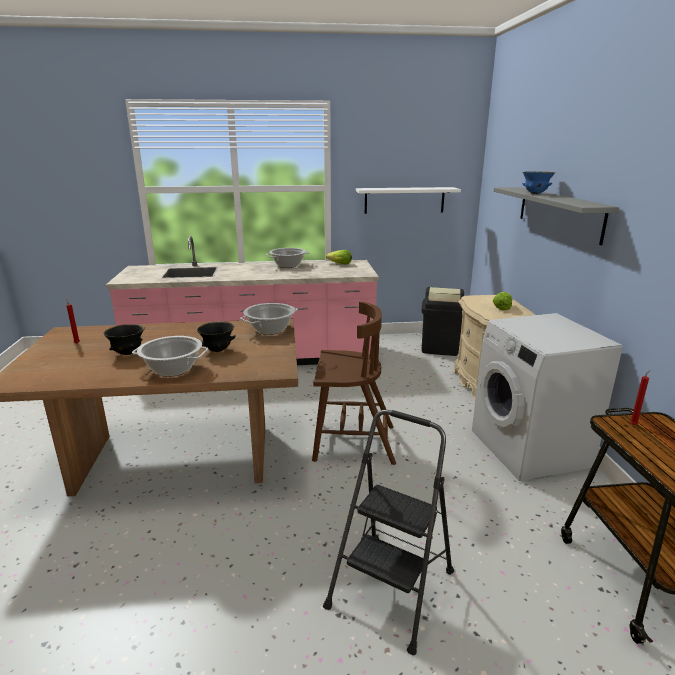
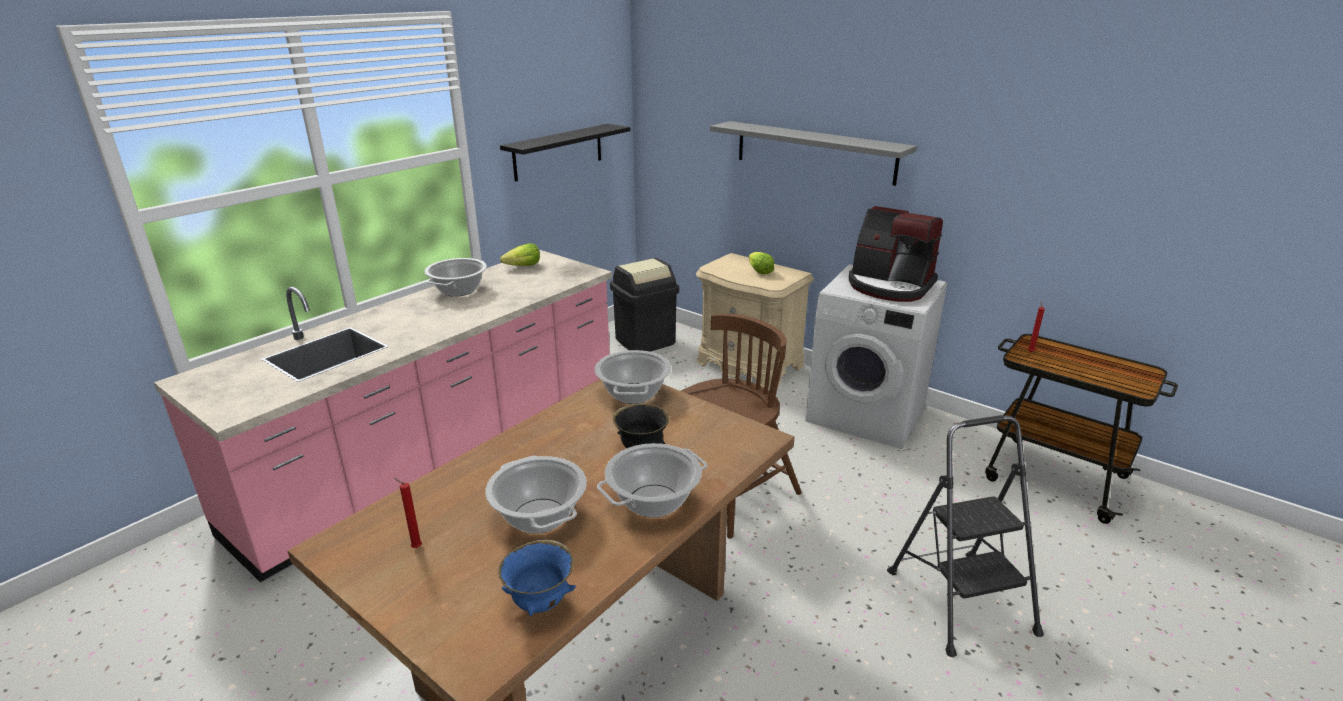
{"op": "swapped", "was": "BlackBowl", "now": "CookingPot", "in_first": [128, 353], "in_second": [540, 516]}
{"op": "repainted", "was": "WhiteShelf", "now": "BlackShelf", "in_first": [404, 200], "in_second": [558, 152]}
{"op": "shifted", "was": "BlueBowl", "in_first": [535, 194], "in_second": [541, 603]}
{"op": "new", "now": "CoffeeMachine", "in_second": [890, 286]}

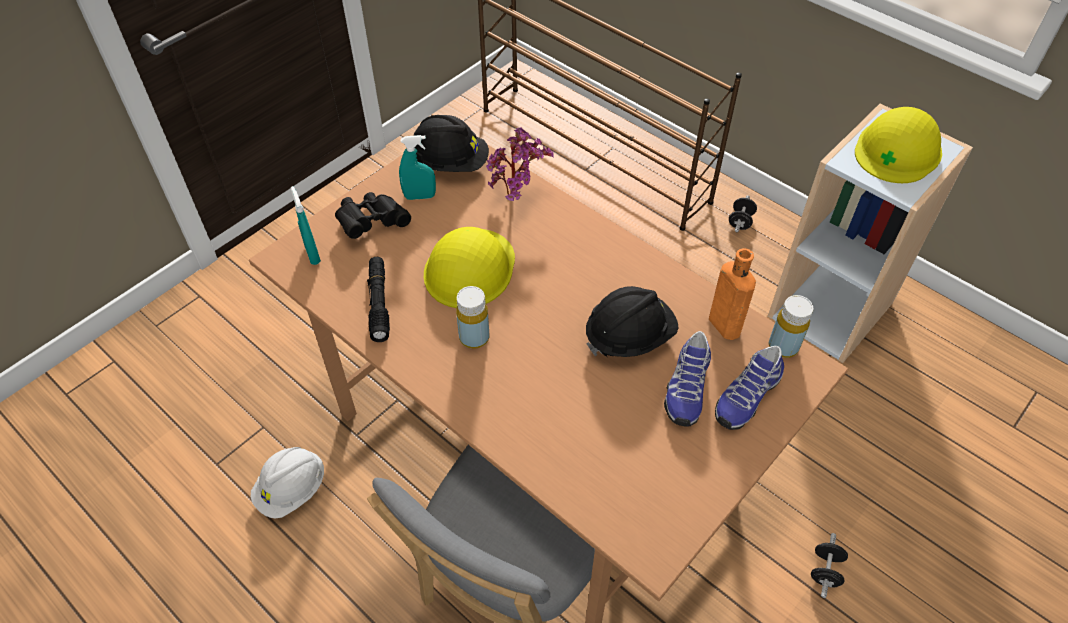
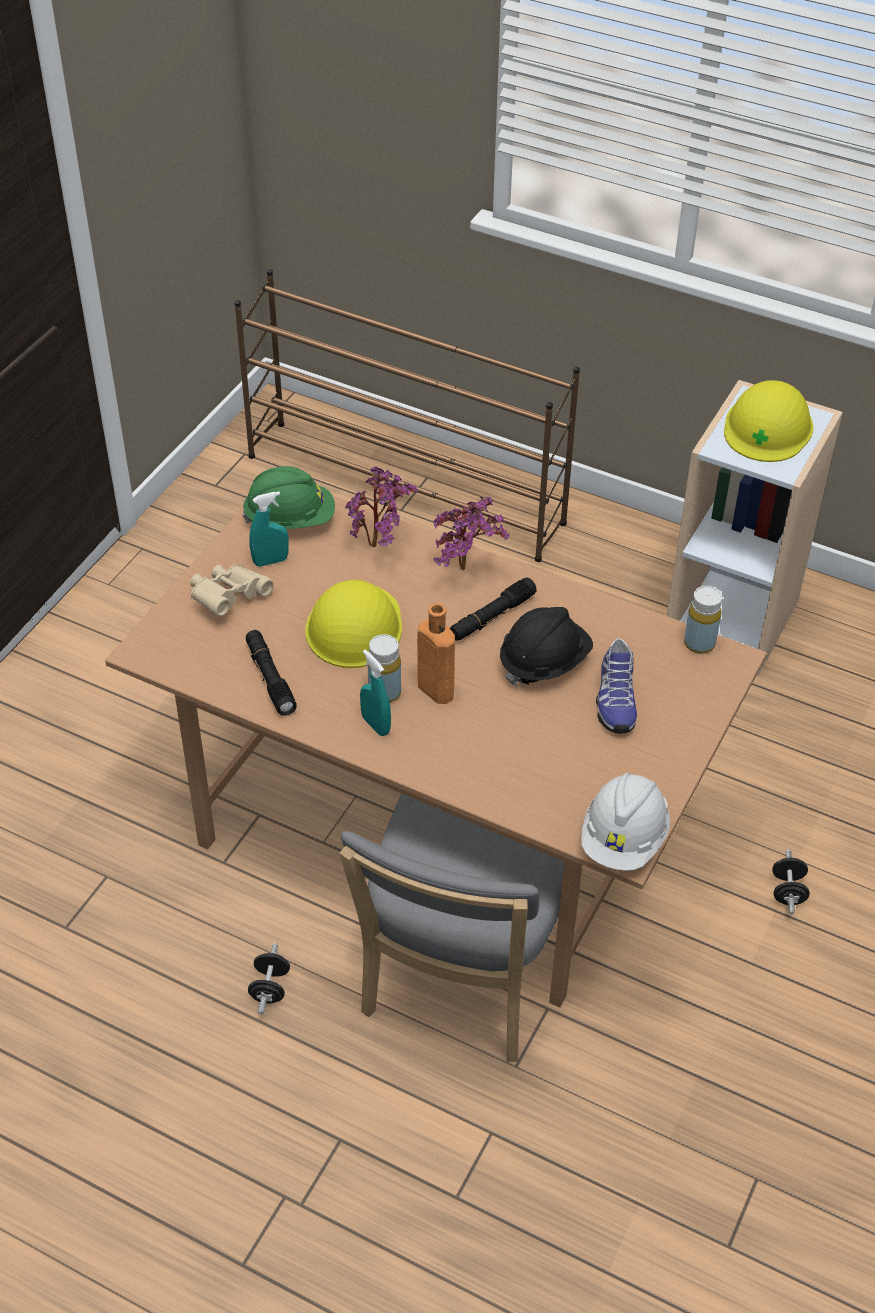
{"op": "shifted", "was": "WhiteHardHat", "in_first": [292, 490], "in_second": [624, 839]}
{"op": "shifted", "was": "TurquoiseSprayBottle", "in_first": [312, 254], "in_second": [375, 725]}
{"op": "repainted", "was": "BlackBinoculars", "now": "BeigeBinoculars", "in_first": [372, 223], "in_second": [228, 598]}
{"op": "repainted", "was": "BlackHardHat", "now": "GreenHardHat", "in_first": [450, 163], "in_second": [290, 520]}
{"op": "shifted", "was": "OrangeBottle", "in_first": [722, 323], "in_second": [433, 688]}
{"op": "gone", "was": "Shoe", "in_first": [746, 397]}
{"op": "shifted", "was": "BlackDumbbell", "in_first": [740, 222], "in_second": [270, 988]}
{"op": "new", "now": "PottedPlant", "in_second": [467, 571]}
{"op": "new", "now": "BlackFlashlight", "in_second": [492, 617]}

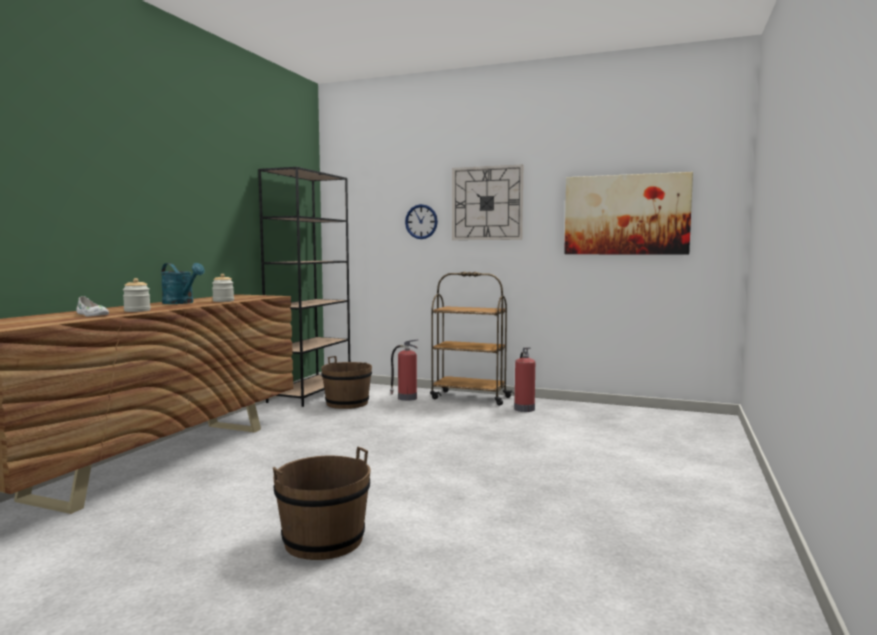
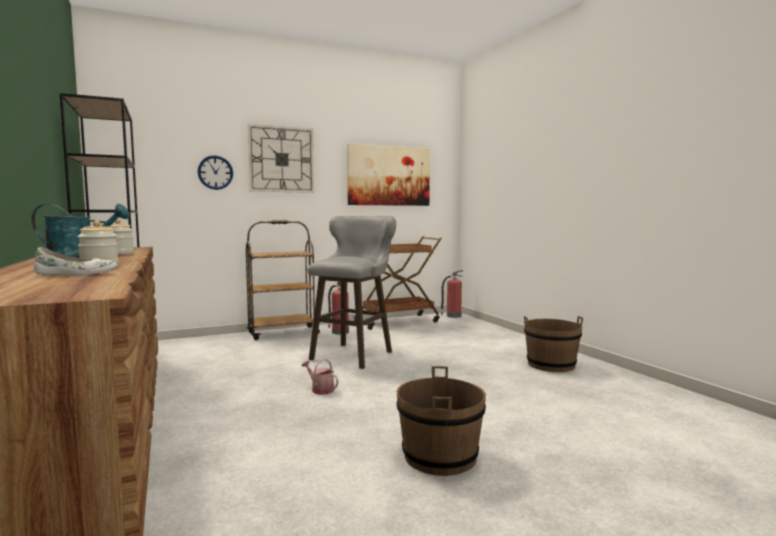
{"op": "shifted", "was": "BrownBucket", "in_first": [347, 403], "in_second": [551, 365]}
{"op": "shifted", "was": "FireExtinguisher", "in_first": [406, 398], "in_second": [453, 316]}
{"op": "new", "now": "WateringCan", "in_second": [320, 389]}
{"op": "new", "now": "GreyStool", "in_second": [353, 354]}
{"op": "new", "now": "BrownCart", "in_second": [397, 322]}

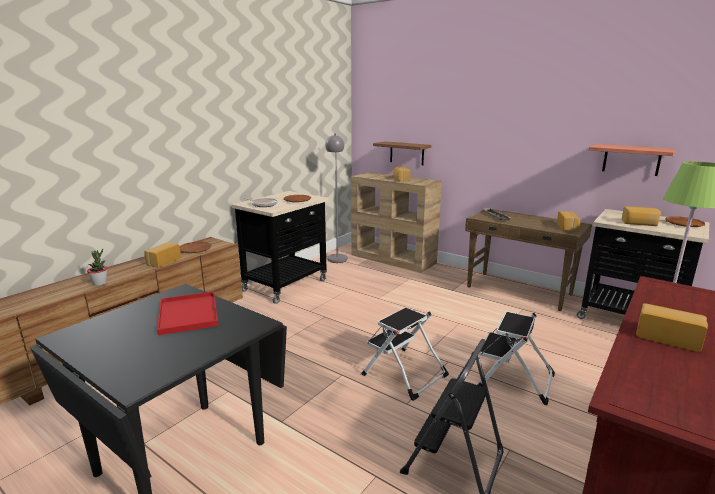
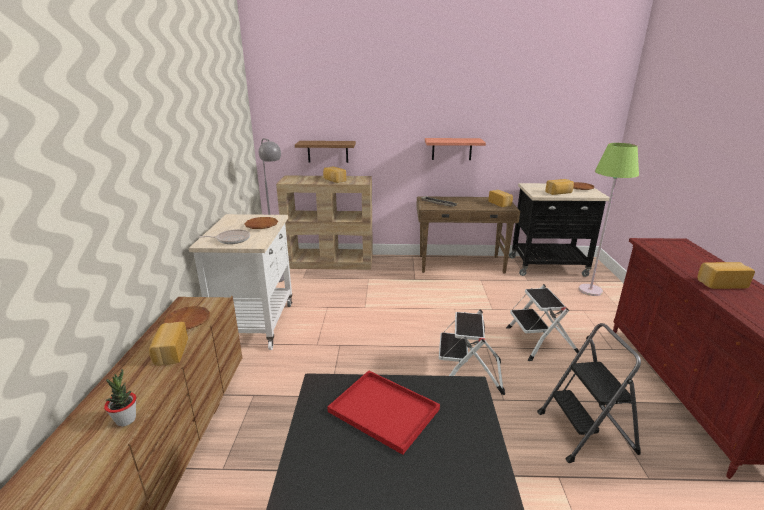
{"op": "repainted", "was": "BlackCart", "now": "WhiteCart", "in_first": [285, 285], "in_second": [255, 324]}
{"op": "shifted", "was": "Shelf", "in_first": [631, 159], "in_second": [452, 149]}

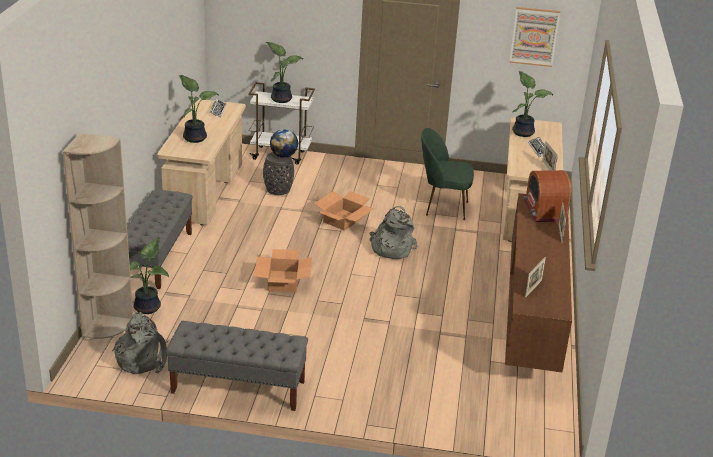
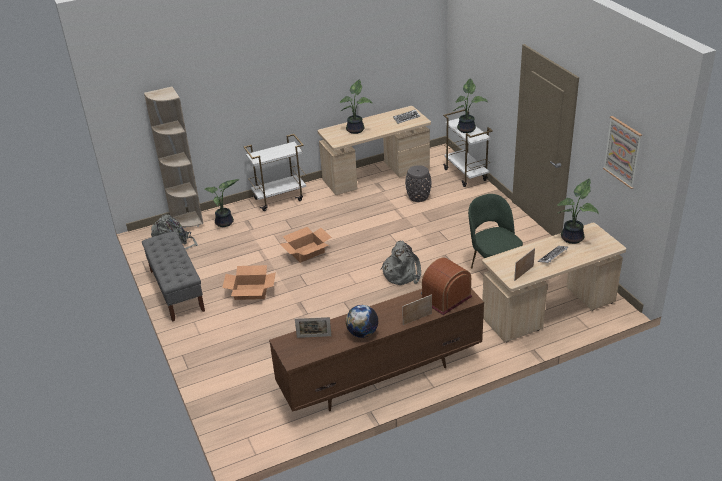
{"op": "swapped", "was": "GreyBench", "now": "WhiteCart", "in_first": [157, 257], "in_second": [280, 199]}
{"op": "shifted", "was": "Globe", "in_first": [283, 156], "in_second": [362, 333]}
{"op": "shifted", "was": "CardboardBox", "in_first": [343, 220], "in_second": [251, 292]}

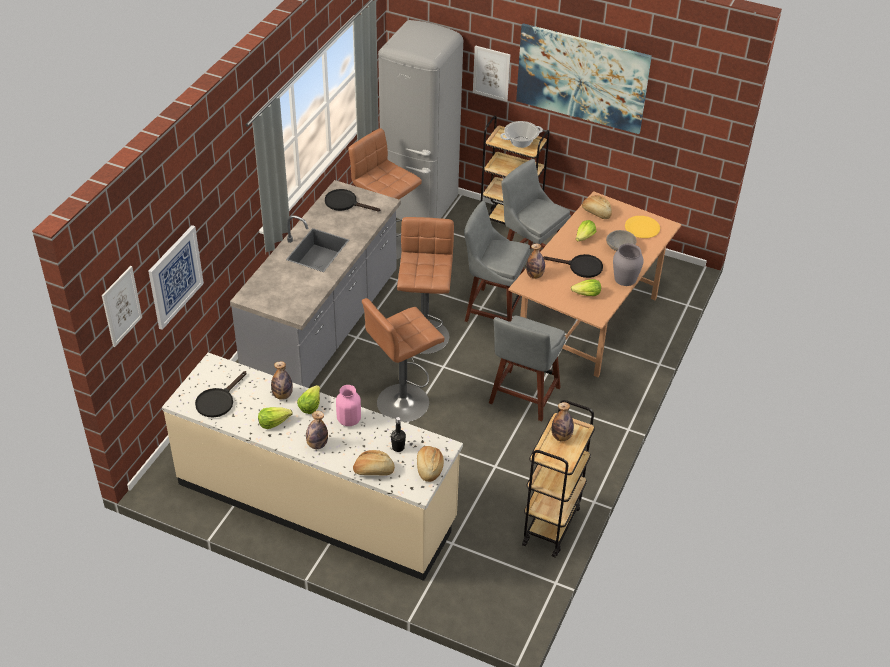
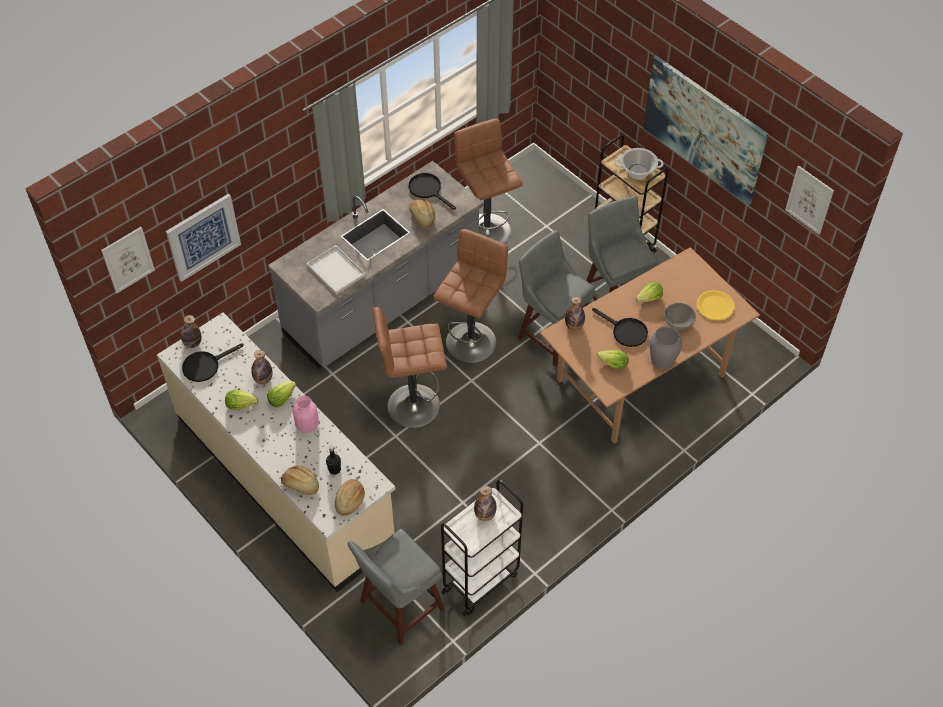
{"op": "shifted", "was": "Bottle", "in_first": [317, 444], "in_second": [192, 343]}
{"op": "gone", "was": "GreyFridge", "in_first": [418, 205]}
{"op": "shifted", "was": "Picture", "in_first": [491, 73], "in_second": [809, 200]}
{"op": "shifted", "was": "GreyChair", "in_first": [522, 397], "in_second": [398, 608]}
{"op": "repainted", "was": "BrownCart", "now": "WhiteCart", "in_first": [552, 527], "in_second": [481, 584]}
{"op": "shifted", "was": "Bread", "in_first": [596, 213], "in_second": [422, 217]}
{"op": "new", "now": "WhiteTray", "in_second": [337, 271]}

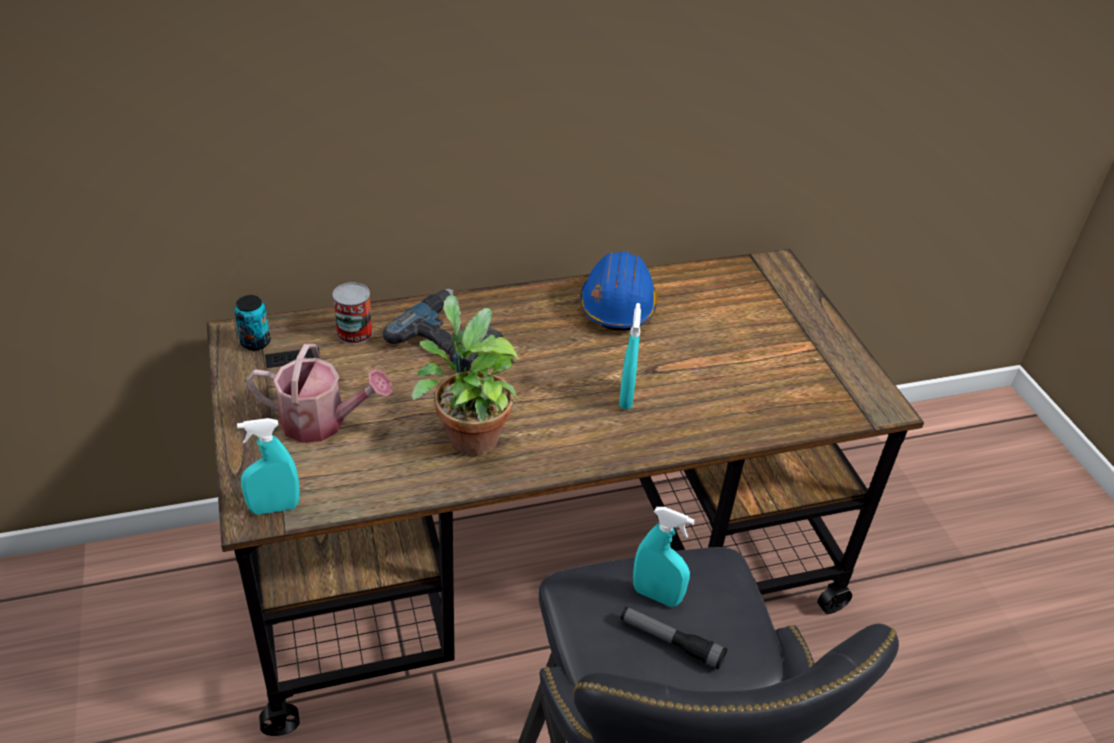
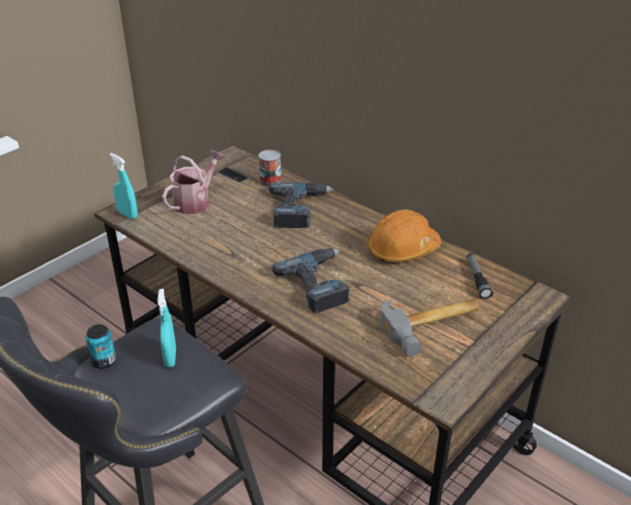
{"op": "shifted", "was": "Can", "in_first": [255, 342], "in_second": [104, 361]}
{"op": "rotated", "was": "WateringCan", "in_first": [322, 422], "in_second": [195, 201], "clockwise": -120}
{"op": "gone", "was": "PottedPlant", "in_first": [468, 435]}
{"op": "repainted", "was": "BlueHardHat", "now": "OrangeHardHat", "in_first": [617, 305], "in_second": [402, 249]}
{"op": "swapped", "was": "TurquoiseSprayBottle", "now": "PowerDrill", "in_first": [626, 397], "in_second": [320, 284]}
{"op": "shifted", "was": "Flashlight", "in_first": [670, 642], "in_second": [477, 279]}
{"op": "new", "now": "Hammer", "in_second": [433, 326]}

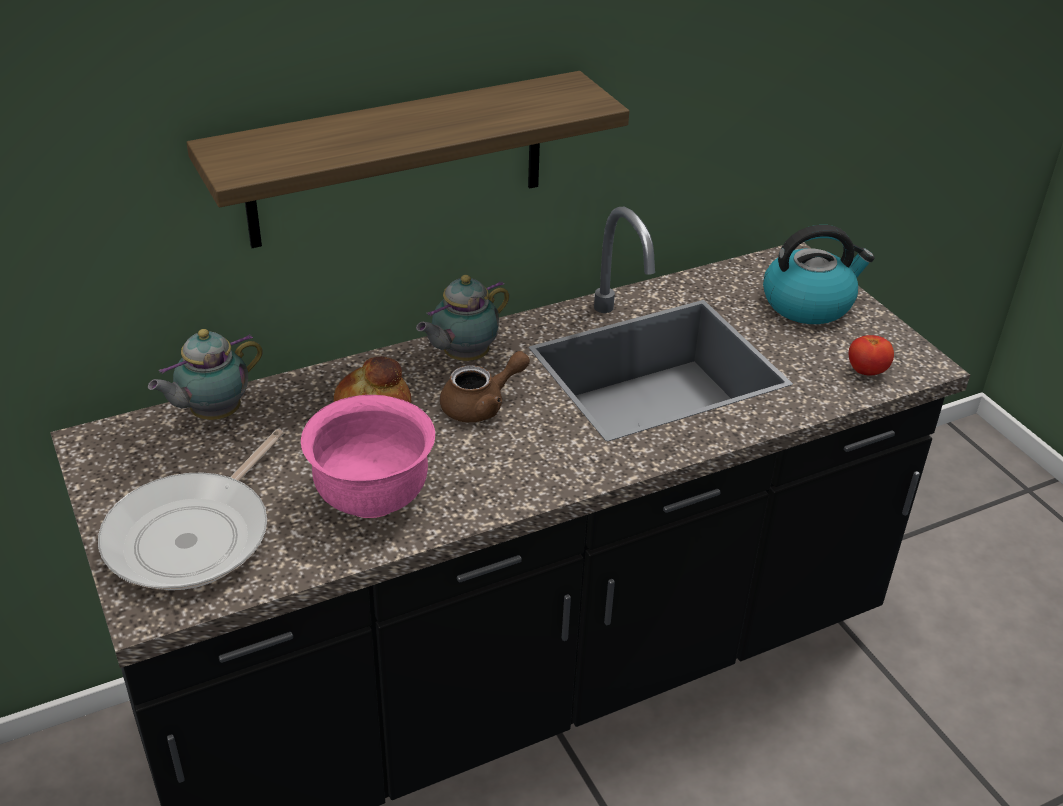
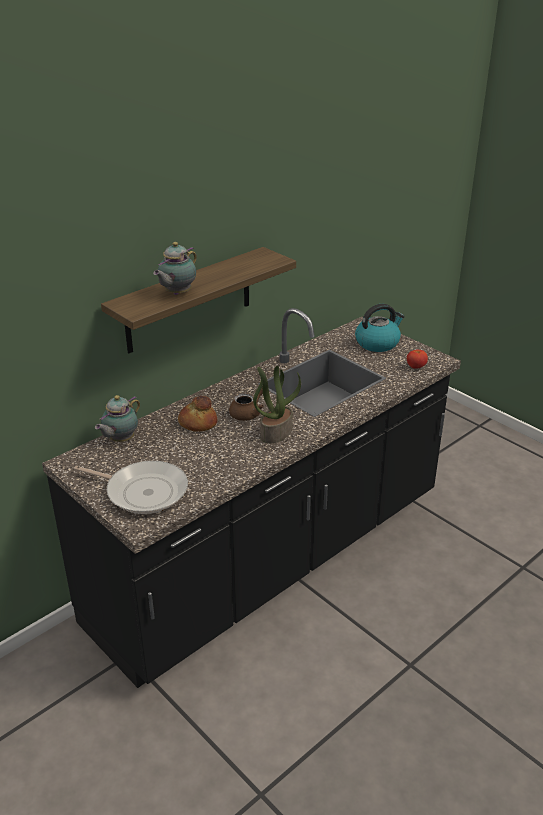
{"op": "rotated", "was": "FryingPan", "in_first": [195, 535], "in_second": [143, 491], "clockwise": -75}
{"op": "gone", "was": "PinkBowl", "in_first": [372, 497]}
{"op": "shifted", "was": "Teapot", "in_first": [462, 357], "in_second": [177, 293]}
{"op": "new", "now": "PottedPlant", "in_second": [276, 432]}

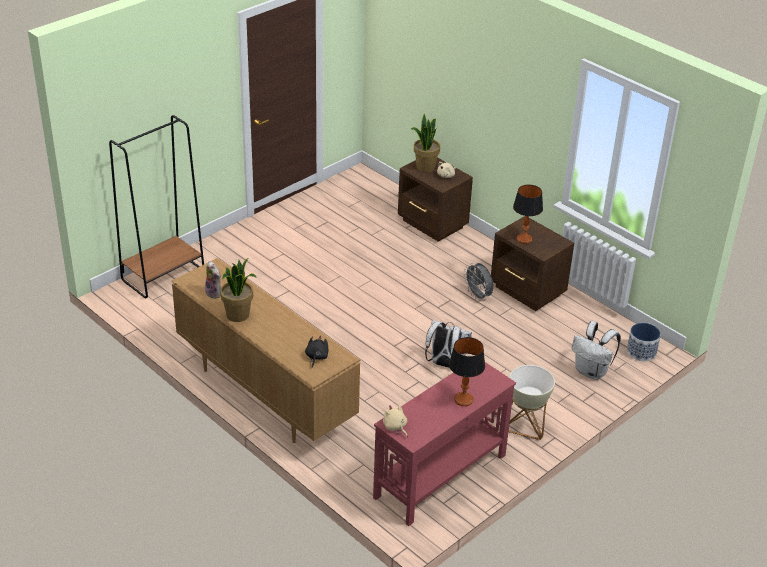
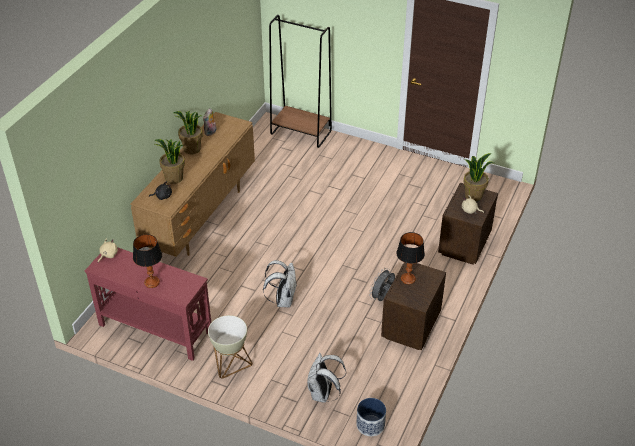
{"op": "new", "now": "PottedPlant", "in_second": [174, 178]}

